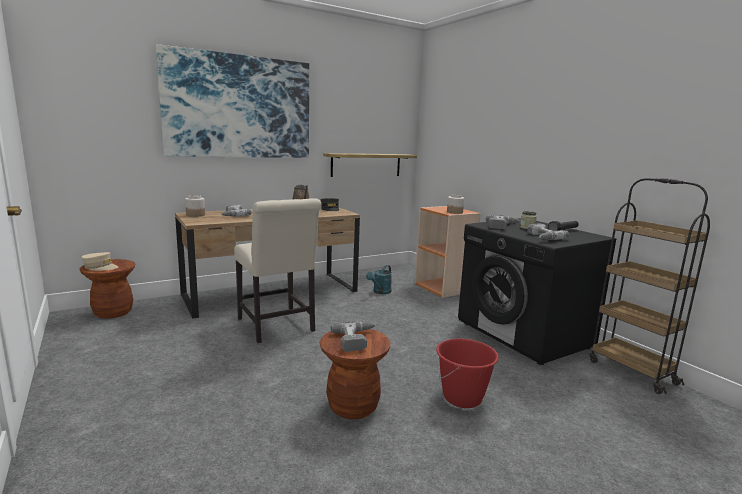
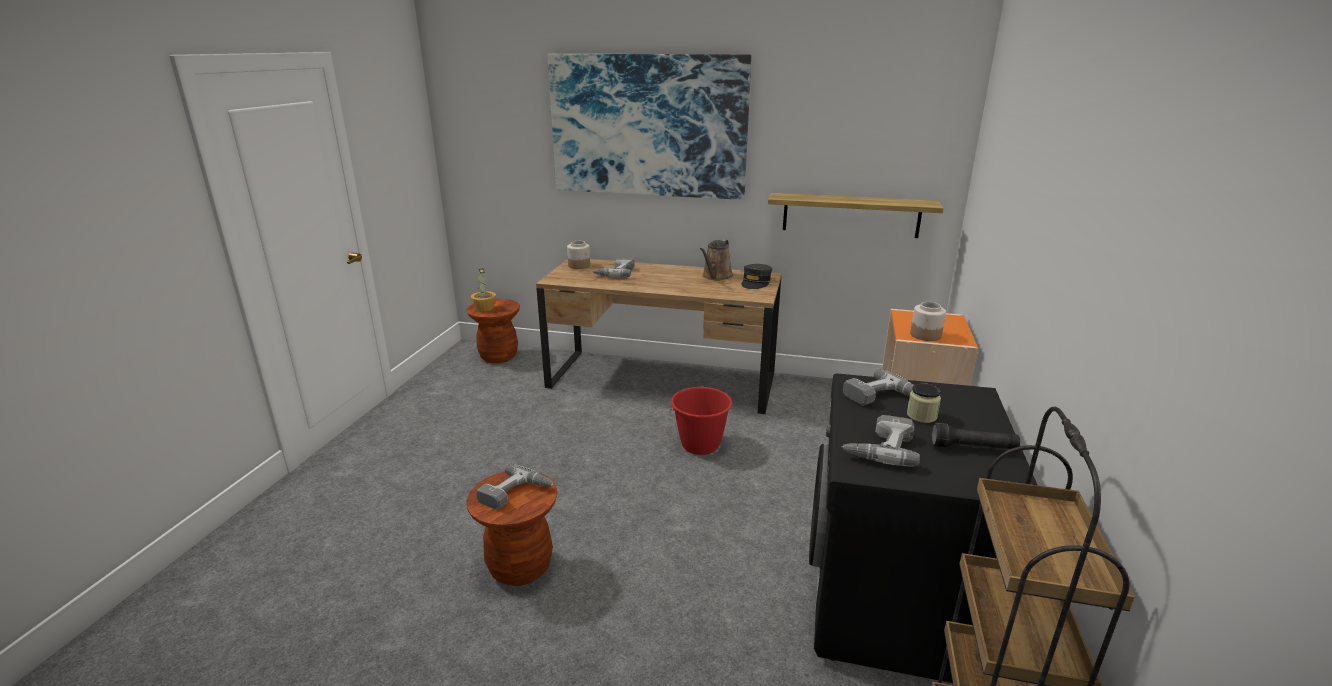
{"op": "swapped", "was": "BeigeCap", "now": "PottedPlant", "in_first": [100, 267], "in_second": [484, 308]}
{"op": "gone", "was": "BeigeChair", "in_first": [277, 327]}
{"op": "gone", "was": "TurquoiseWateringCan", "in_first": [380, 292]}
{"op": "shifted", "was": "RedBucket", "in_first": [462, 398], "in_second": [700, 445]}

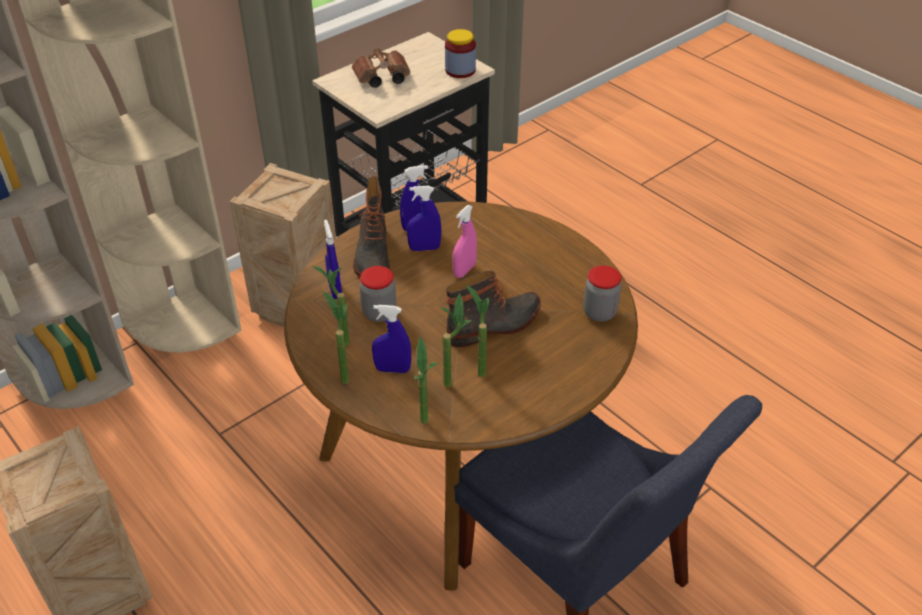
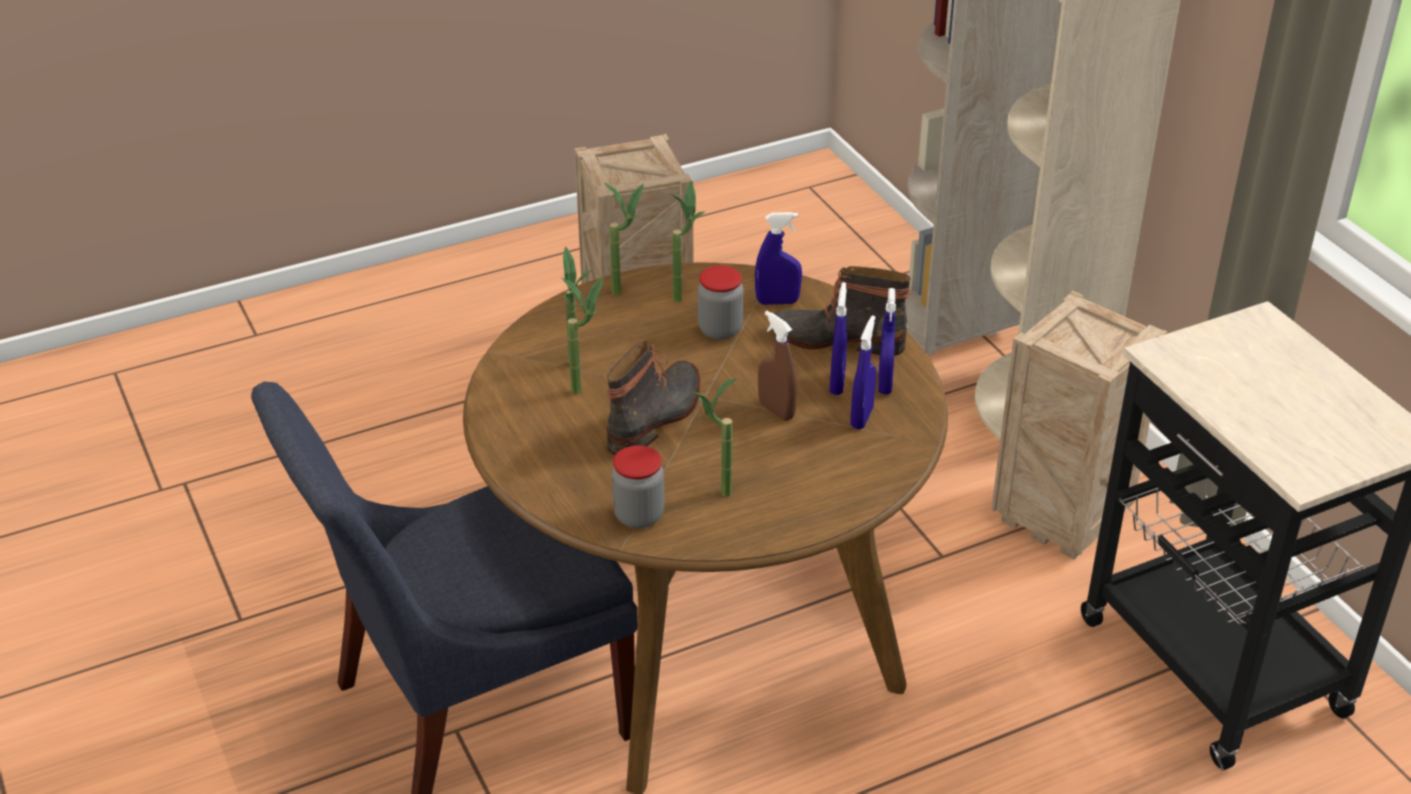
{"op": "gone", "was": "BrownBinoculars", "in_first": [380, 79]}
{"op": "shifted", "was": "BlueSprayBottle", "in_first": [392, 369], "in_second": [861, 417]}
{"op": "shifted", "was": "PottedPlant", "in_first": [427, 426], "in_second": [715, 494]}
{"op": "gone", "was": "Jar", "in_first": [460, 70]}
{"op": "rotated", "was": "Boot", "in_first": [495, 325], "in_second": [656, 417], "clockwise": -135}
{"op": "repainted", "was": "PinkSprayBottle", "now": "BrownSprayBottle", "in_first": [464, 270], "in_second": [776, 410]}

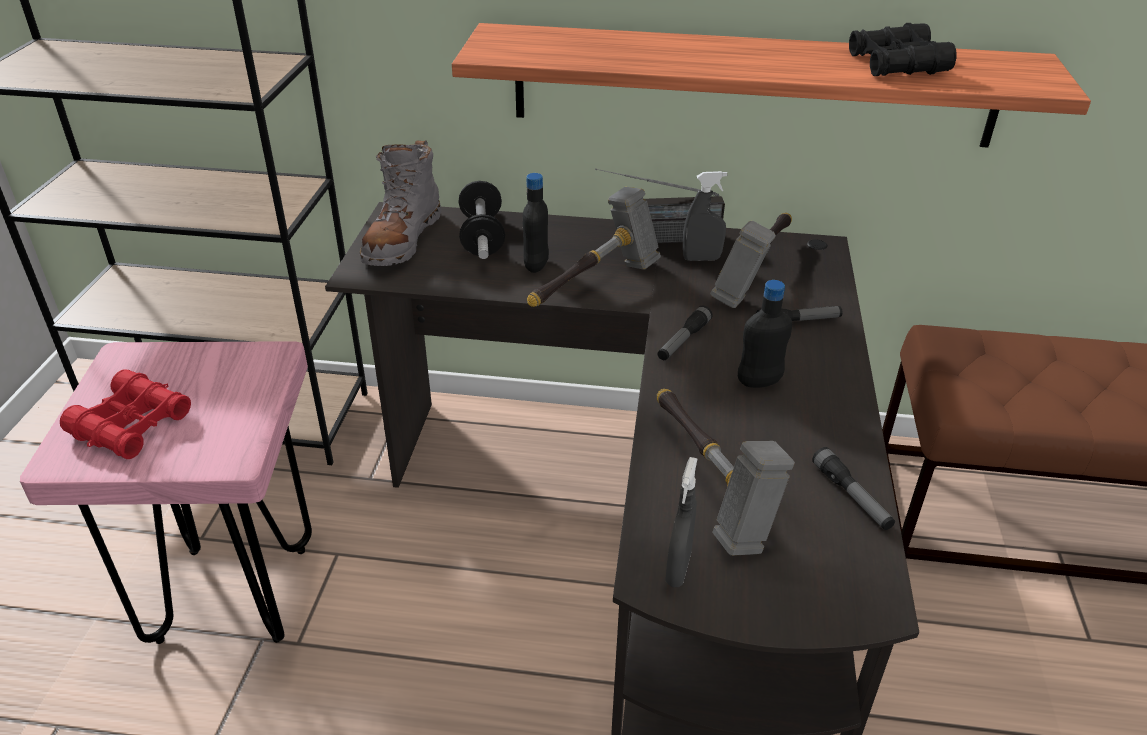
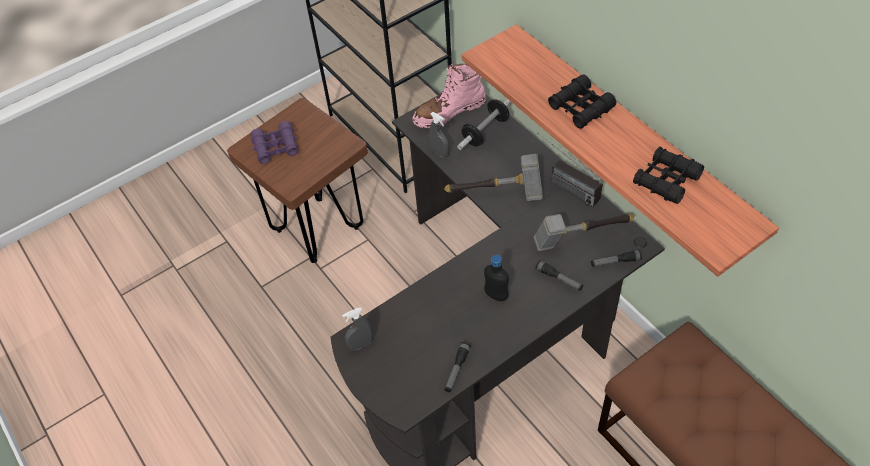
{"op": "repainted", "was": "PinkStool", "now": "BrownStool", "in_first": [235, 593], "in_second": [318, 229]}
{"op": "repainted", "was": "RedBinoculars", "now": "PurpleBinoculars", "in_first": [132, 425], "in_second": [276, 147]}
{"op": "repainted", "was": "GreyBoot", "now": "PinkBoot", "in_first": [402, 240], "in_second": [449, 112]}
{"op": "gone", "was": "BlackBottle", "in_first": [536, 265]}
{"op": "shifted", "was": "Flashlight", "in_first": [683, 341], "in_second": [615, 262]}
{"op": "gone", "was": "Hammer", "in_first": [707, 486]}
{"op": "shifted", "was": "GreySprayBottle", "in_first": [701, 259], "in_second": [439, 153]}
{"op": "new", "now": "BlackBinoculars", "in_second": [580, 108]}

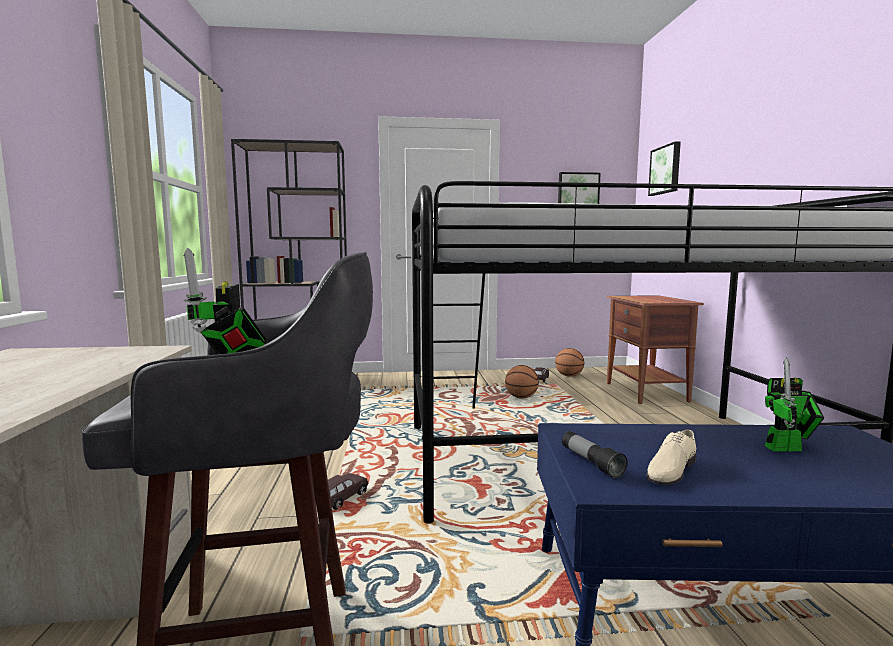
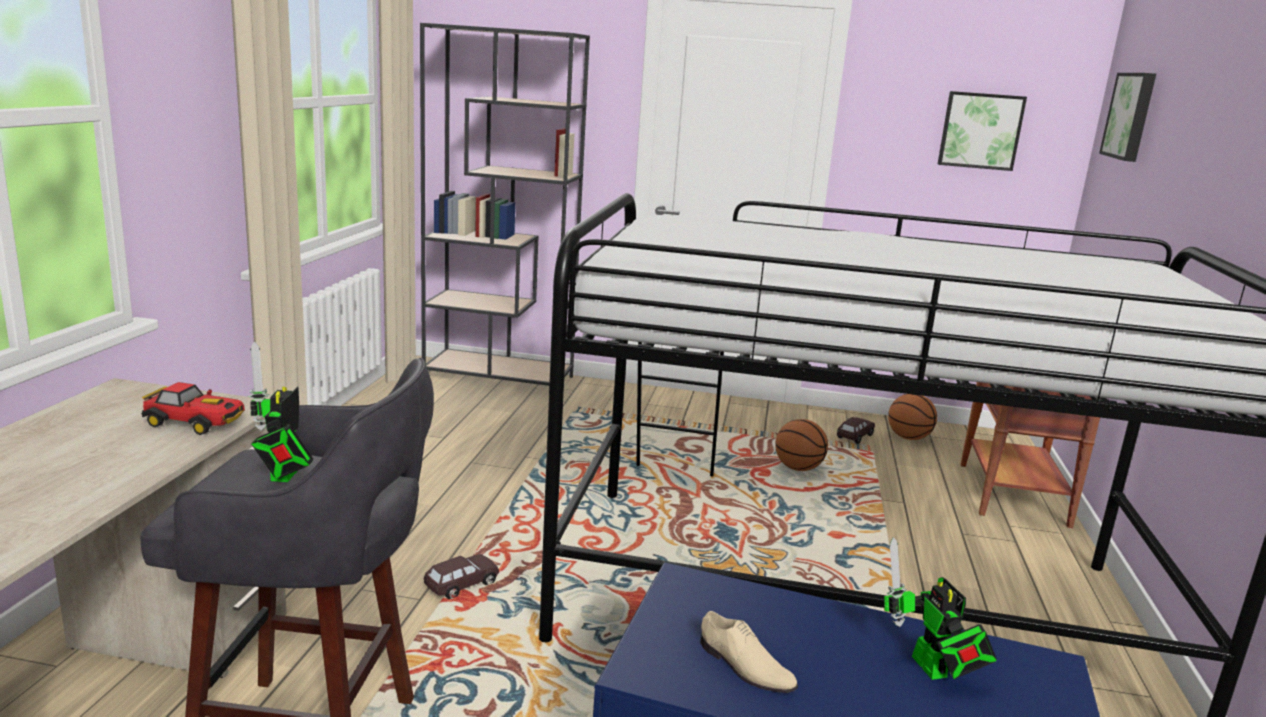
{"op": "gone", "was": "Flashlight", "in_first": [591, 463]}
{"op": "rotated", "was": "BeigeShoe", "in_first": [670, 470], "in_second": [744, 666], "clockwise": -105}
{"op": "rotated", "was": "ToyRobot", "in_first": [788, 448], "in_second": [933, 671], "clockwise": 60}
{"op": "new", "now": "ToyCar", "in_second": [195, 423]}

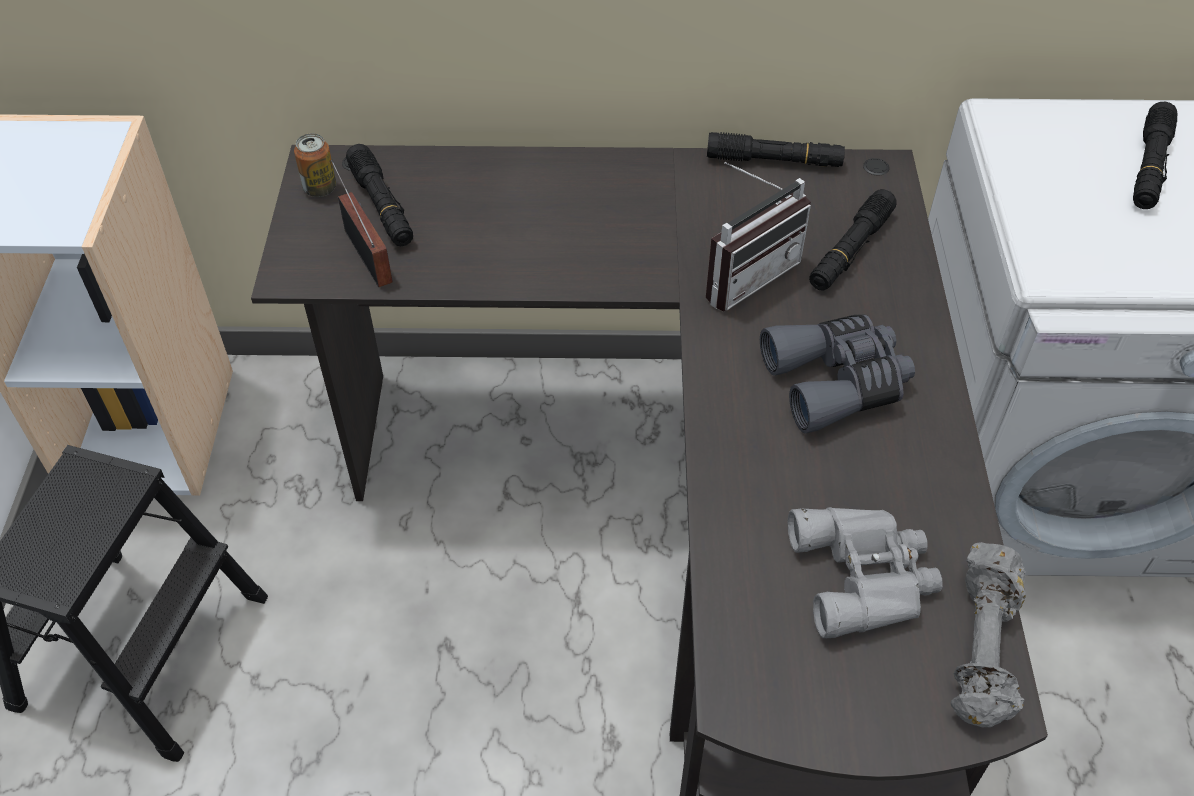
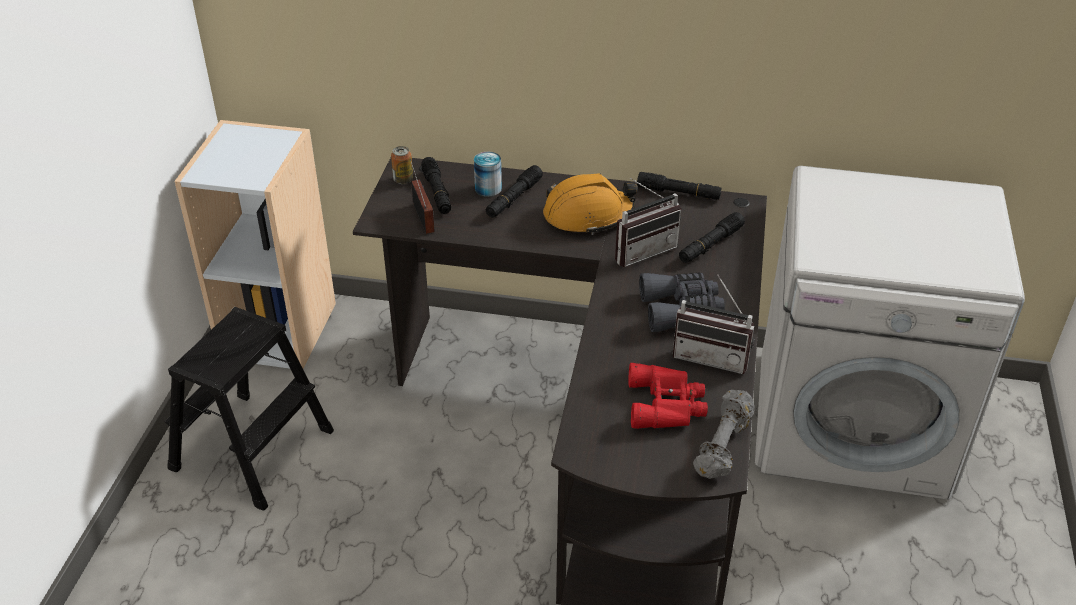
{"op": "repainted", "was": "GreyBinoculars", "now": "RedBinoculars", "in_first": [865, 575], "in_second": [667, 404]}
{"op": "shifted", "was": "BlackFlashlight", "in_first": [1149, 166], "in_second": [514, 198]}
{"op": "new", "now": "Can", "in_second": [488, 188]}
{"op": "new", "now": "OrangeHardHat", "in_second": [588, 215]}
{"op": "new", "now": "Radio", "in_second": [712, 356]}

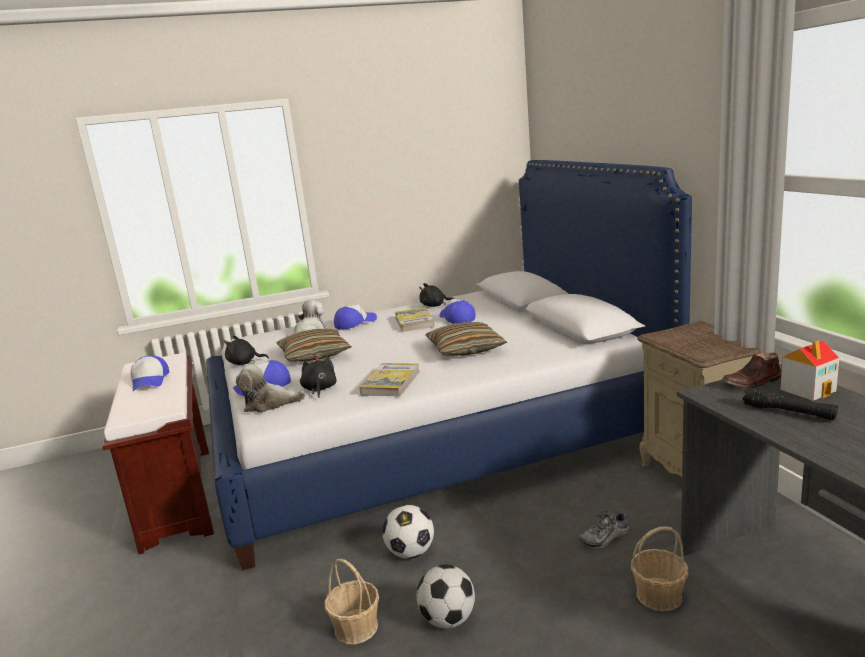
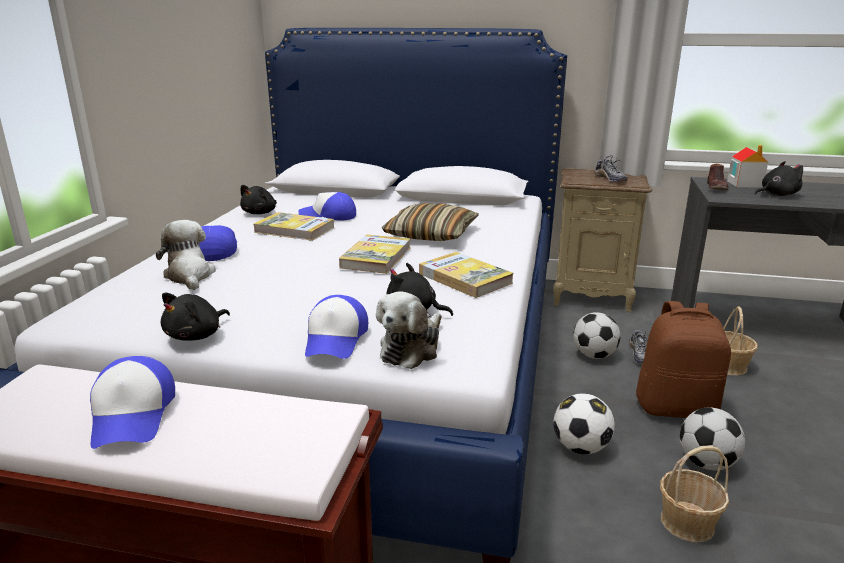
{"op": "rotated", "was": "Cap", "in_first": [150, 381], "in_second": [133, 415], "clockwise": 60}
{"op": "gone", "was": "Pillow", "in_first": [314, 355]}
{"op": "swapped", "was": "BlackFlashlight", "now": "BlackPlushToy", "in_first": [788, 412], "in_second": [776, 195]}
{"op": "new", "now": "Book", "in_second": [376, 257]}
{"op": "new", "now": "Football", "in_second": [594, 355]}
{"op": "new", "now": "Shoe", "in_second": [610, 179]}
{"op": "new", "now": "BrownBackpack", "in_second": [676, 407]}

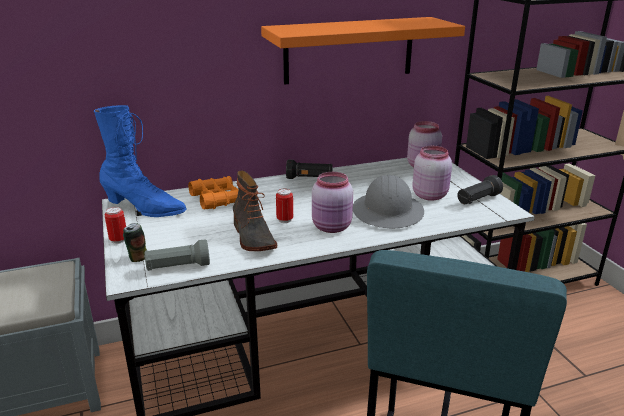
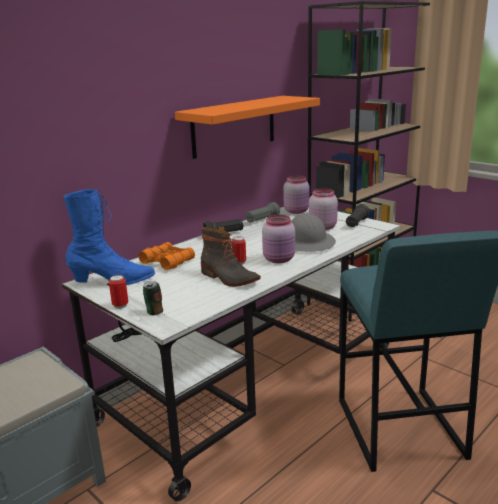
{"op": "shifted", "was": "GreyFlashlight", "in_first": [178, 267], "in_second": [262, 220]}

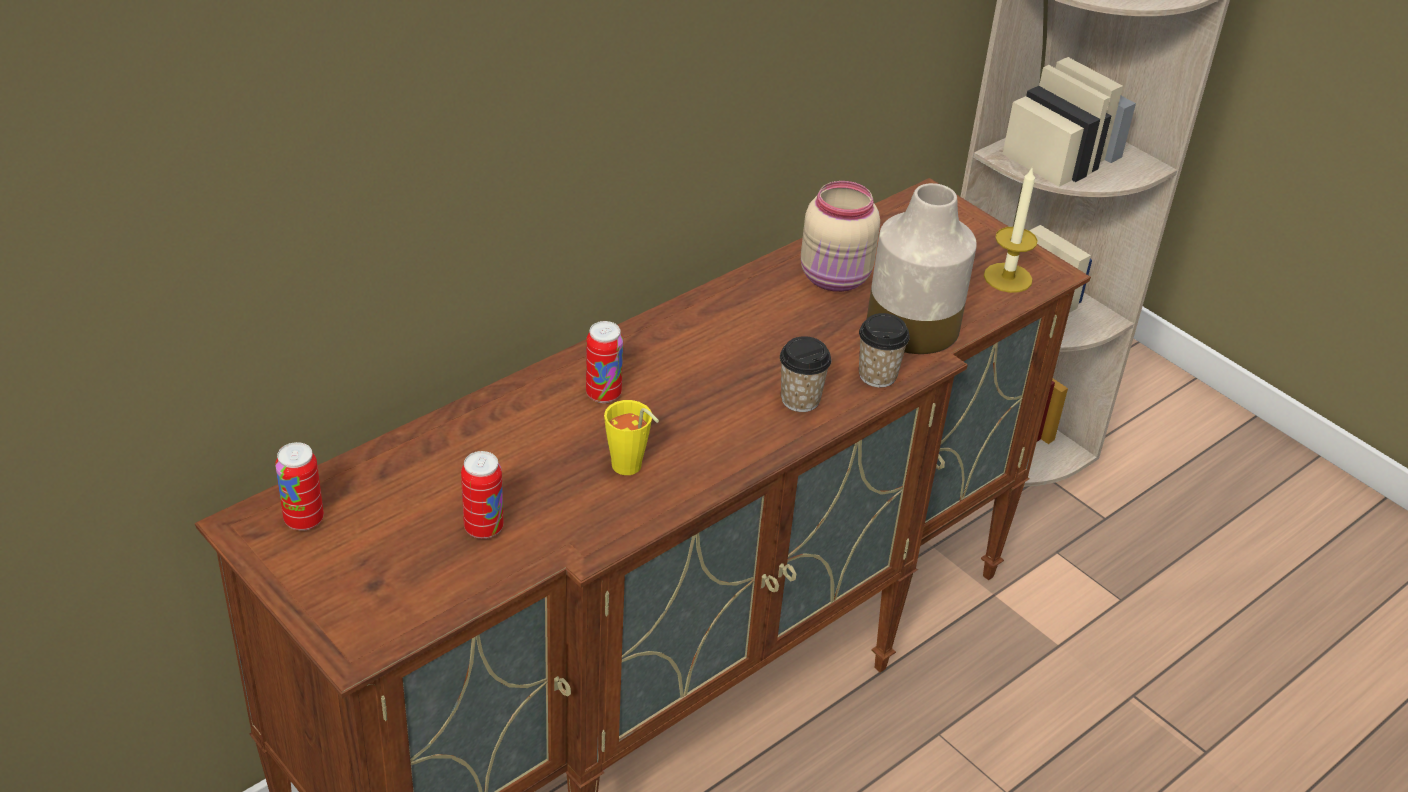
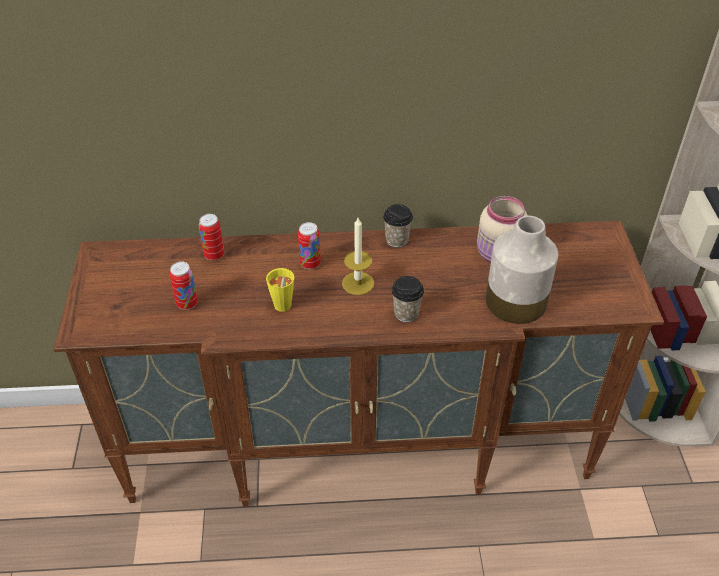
{"op": "shifted", "was": "Can", "in_first": [304, 520], "in_second": [214, 255]}
{"op": "shifted", "was": "Cup", "in_first": [877, 375], "in_second": [397, 240]}
{"op": "shifted", "was": "Candle", "in_first": [1008, 278], "in_second": [358, 283]}

